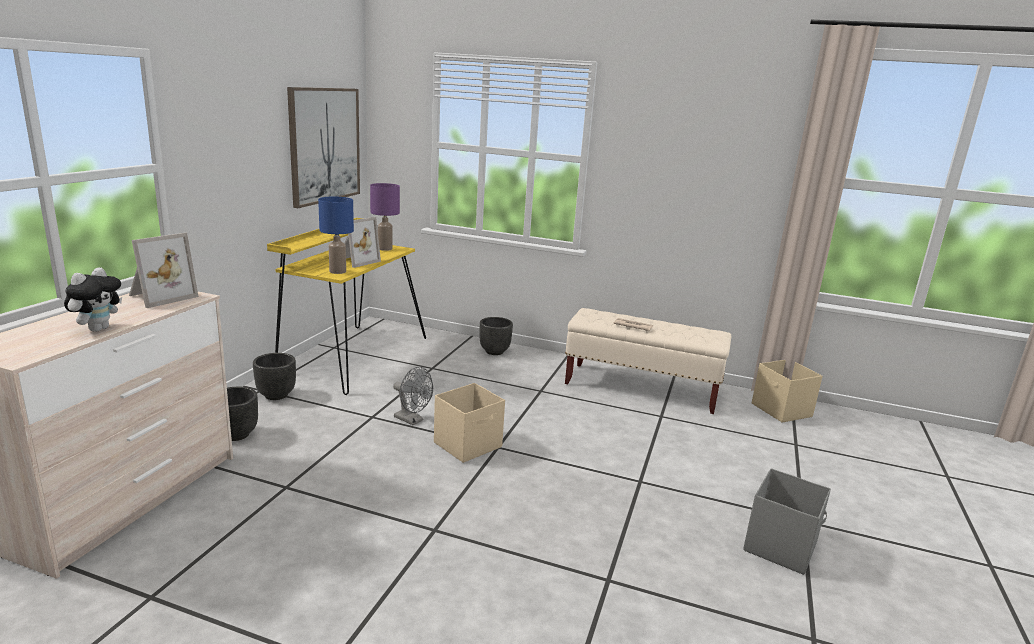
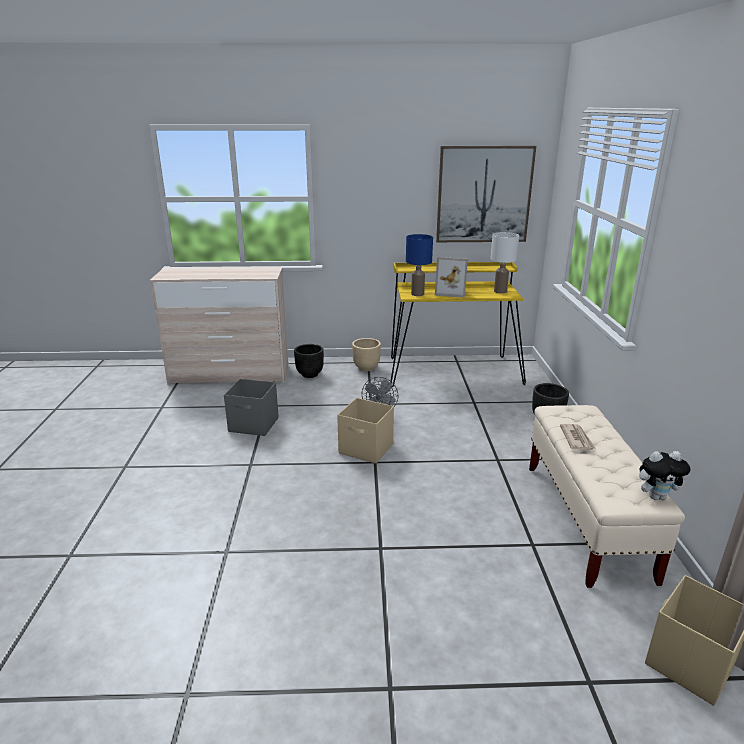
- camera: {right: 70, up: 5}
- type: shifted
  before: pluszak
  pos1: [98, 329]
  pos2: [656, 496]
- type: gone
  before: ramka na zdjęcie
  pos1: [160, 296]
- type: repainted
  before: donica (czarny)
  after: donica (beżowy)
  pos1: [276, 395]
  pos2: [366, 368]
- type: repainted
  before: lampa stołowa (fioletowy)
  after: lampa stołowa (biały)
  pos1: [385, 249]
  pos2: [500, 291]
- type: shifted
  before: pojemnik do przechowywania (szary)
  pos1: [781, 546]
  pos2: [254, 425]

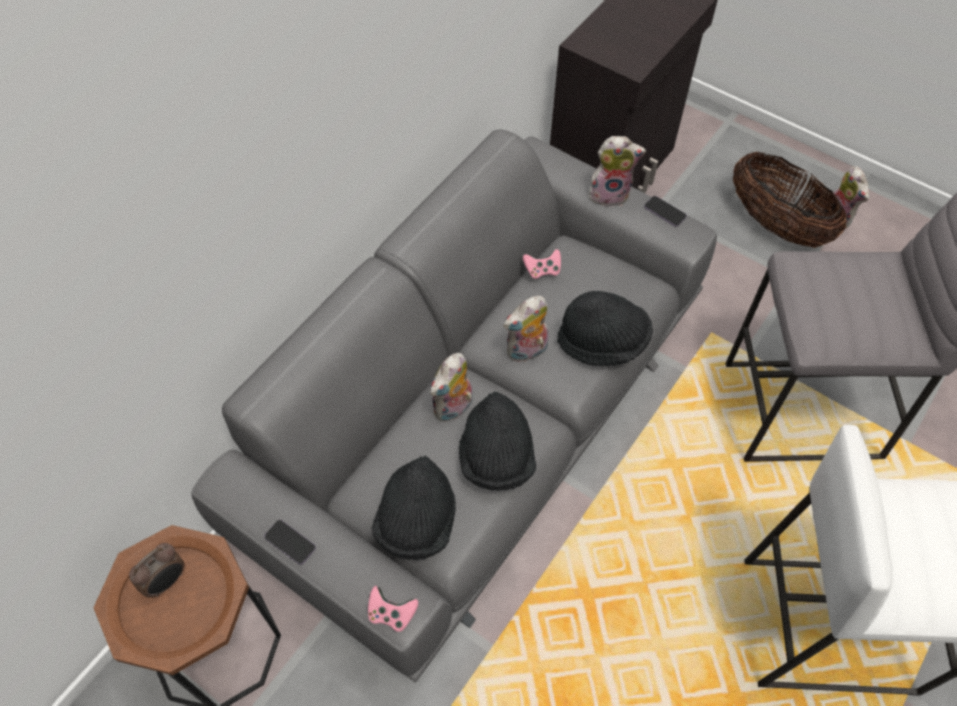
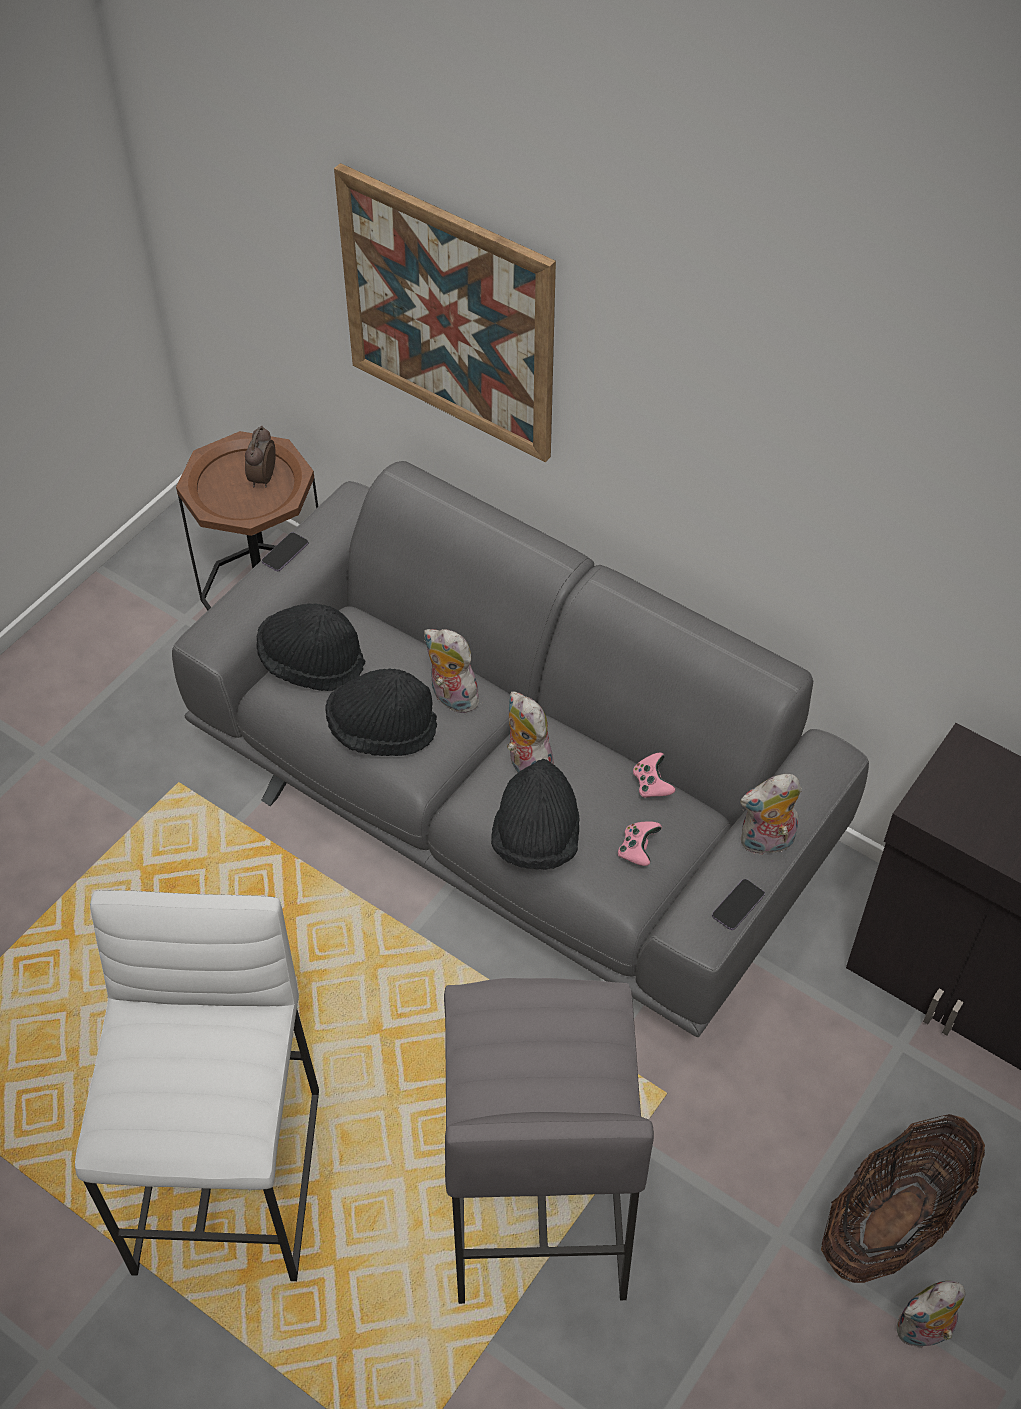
- camera: {right: 90, up: -5}
- type: rotated
  before: budzik
  pos1: [167, 581]
  pos2: [262, 478]
  turn: 60
- type: shifted
  before: pad do gier (różowy)
  pos1: [391, 613]
  pos2: [638, 849]
- type: rotated
  before: pluszak
  pos1: [610, 193]
  pos2: [766, 843]
  turn: 75
- type: new
  after: obraz
  pos2: [448, 314]

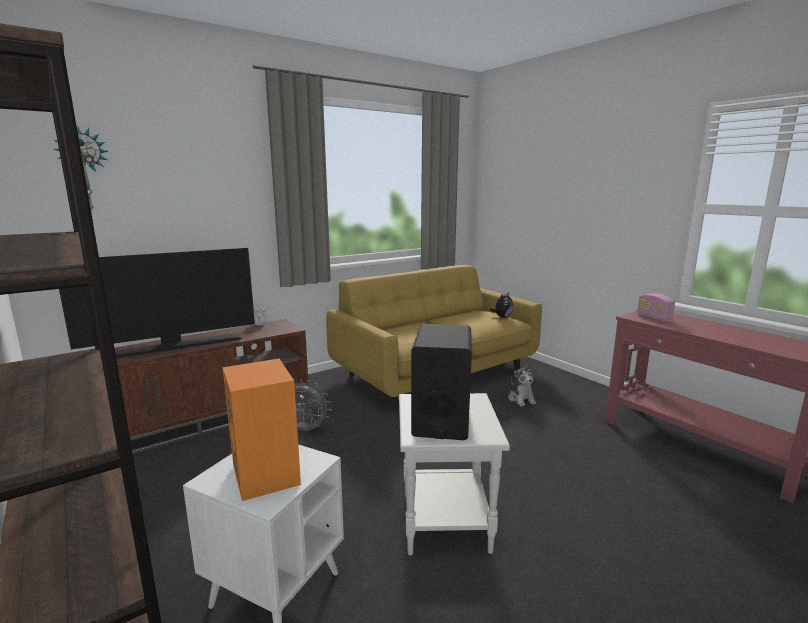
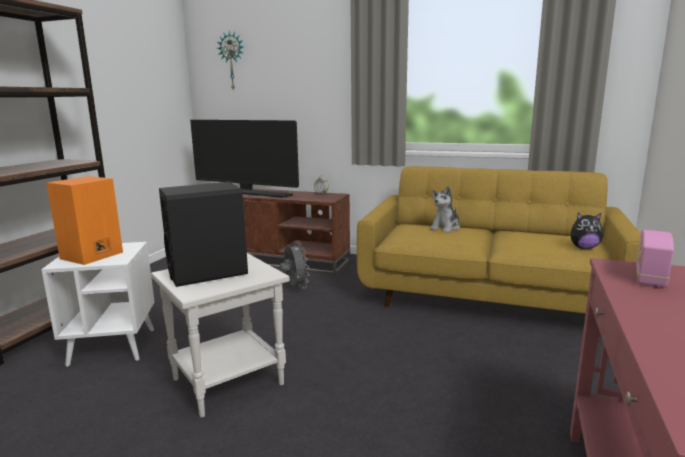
- camera: {right: 55, up: 0}
- type: shifted
  before: pluszak
  pos1: [521, 399]
  pos2: [445, 228]

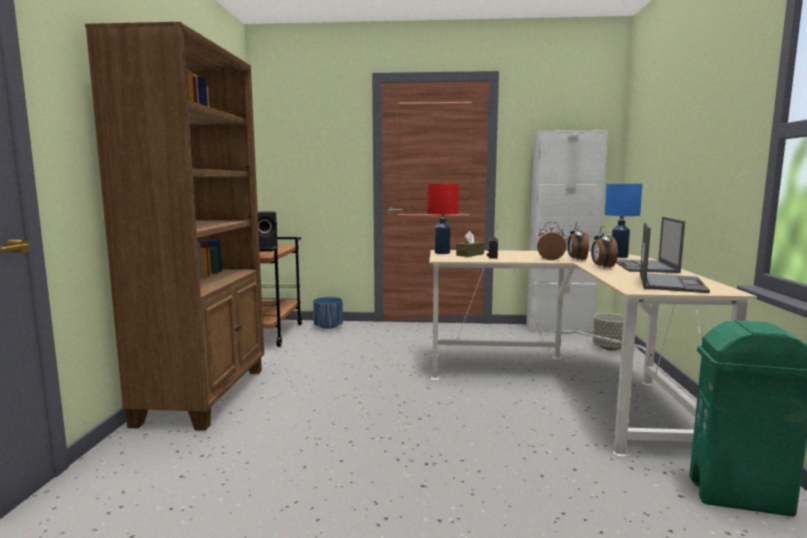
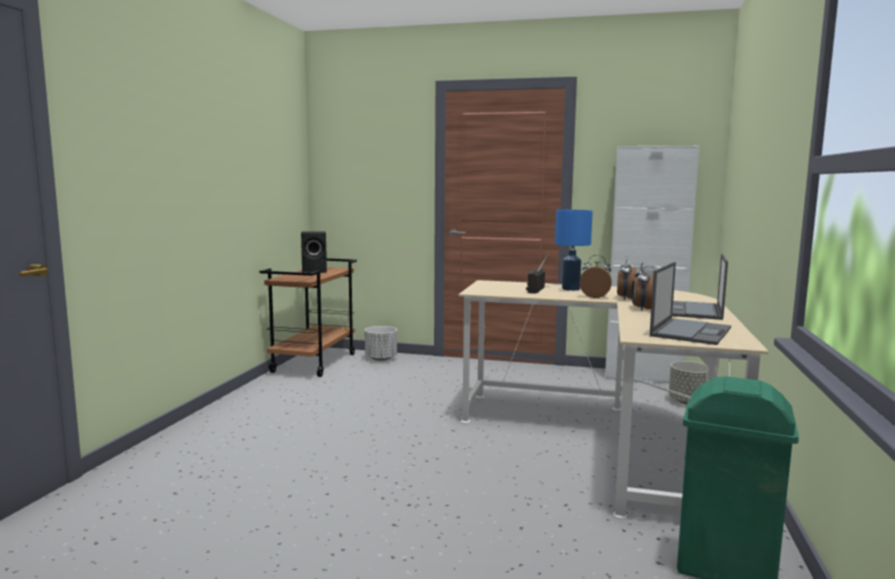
- camera: {right: 10, up: 0}
- type: gone
  before: regał (brązowy)
  pos1: [205, 395]
- type: repainted
  before: donica (niebieski)
  after: donica (biały)
  pos1: [328, 327]
  pos2: [381, 359]
- type: gone
  before: lampa stołowa (czerwony)
  pos1: [441, 253]
- type: gone
  before: pudełko chusteczek (brązowy)
  pos1: [470, 254]
- type: shifted
  before: lampa stołowa (niebieski)
  pos1: [618, 256]
  pos2: [570, 289]

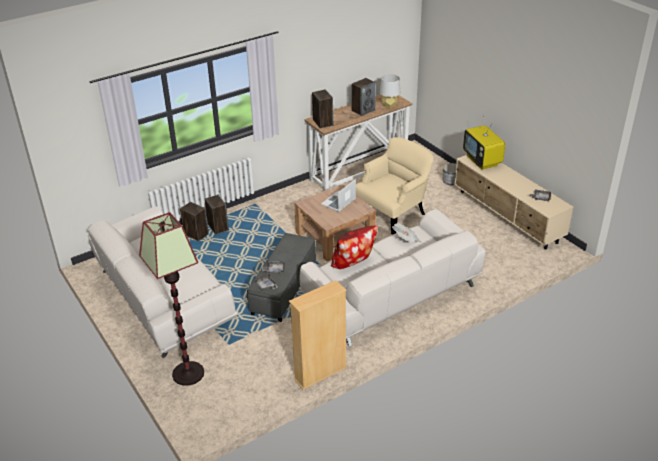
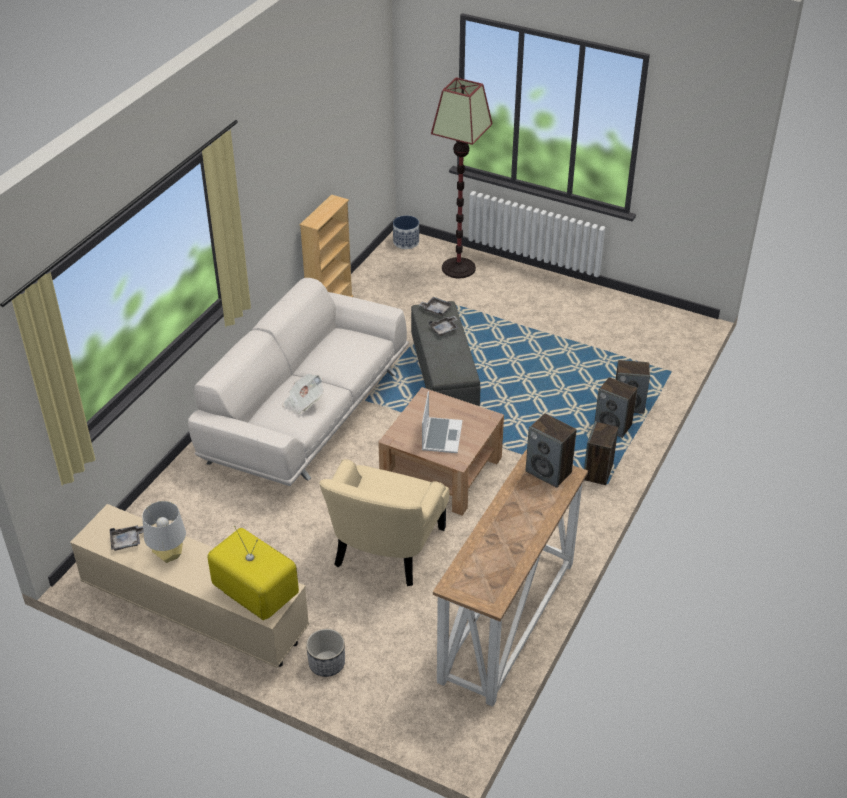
- camera: {right: 150, up: 5}
- type: gone
  before: kanapa (biały)
  pos1: [163, 298]
- type: gone
  before: poduszka
  pos1: [354, 262]
- type: shifted
  before: głośnik
  pos1: [363, 110]
  pos2: [598, 472]
- type: shifted
  before: lampa stołowa (szary)
  pos1: [389, 106]
  pos2: [169, 555]
- type: new
  after: donica
  pos2: [406, 242]

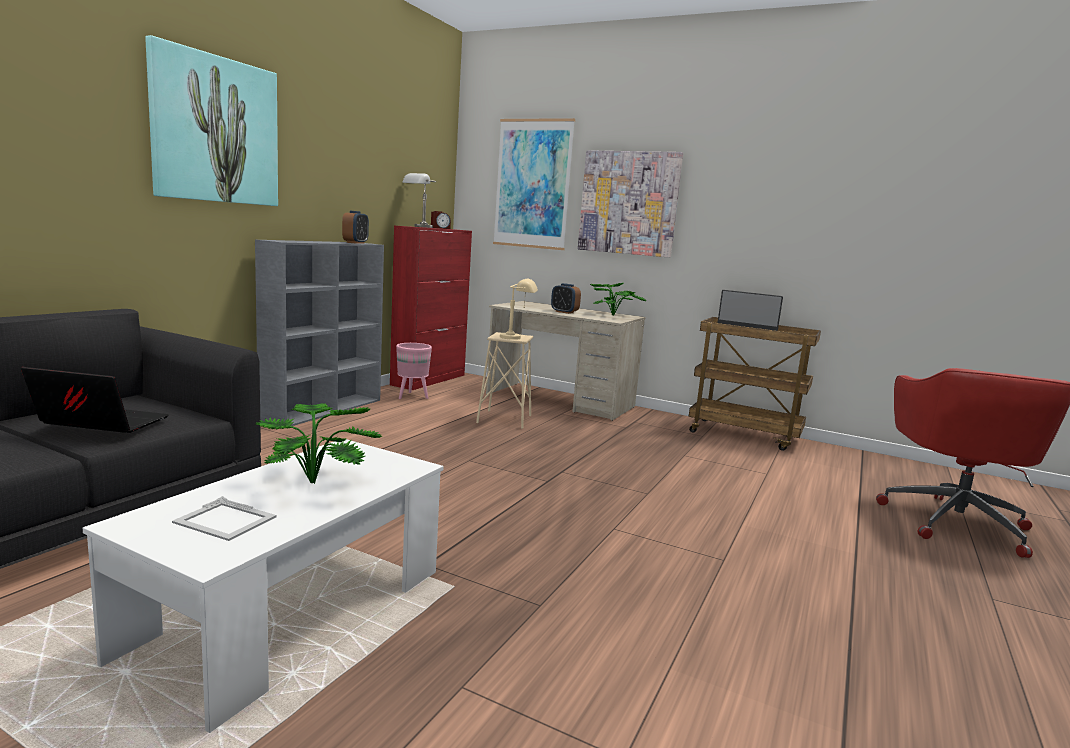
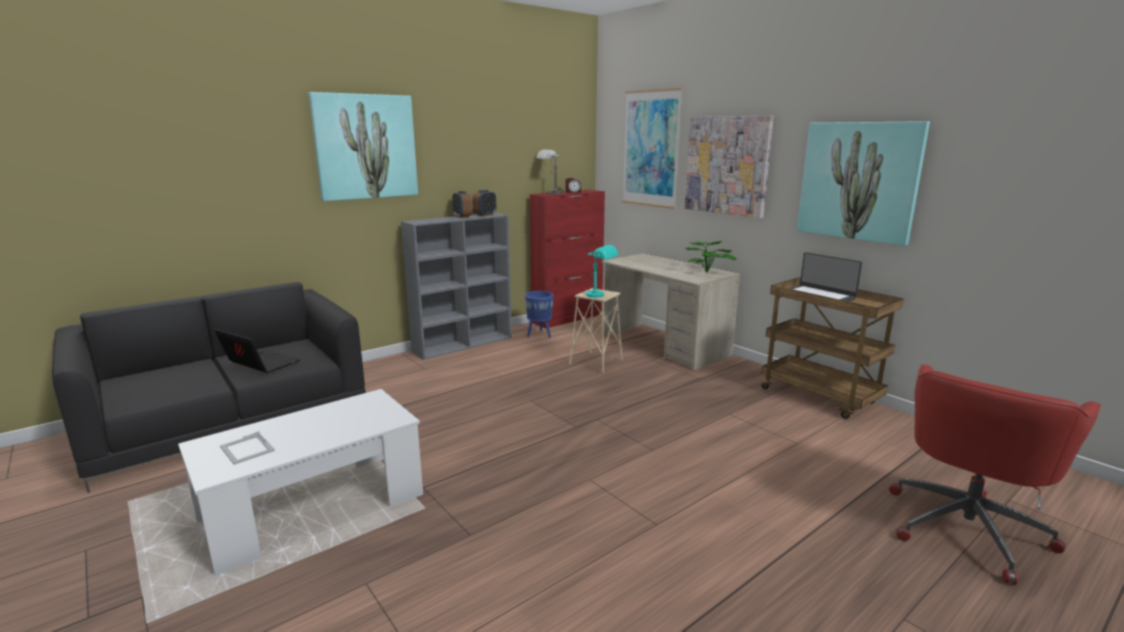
- camera: {right: 25, up: 5}
- type: gone
  before: roślina doniczkowa
  pos1: [320, 481]
- type: repainted
  before: donica (różowy)
  after: donica (niebieski)
  pos1: [412, 396]
  pos2: [540, 335]
- type: repainted
  before: lampa stołowa (beżowy)
  after: lampa stołowa (turkusowy)
  pos1: [517, 338]
  pos2: [600, 296]
- type: shifted
  before: budzik
  pos1: [564, 312]
  pos2: [462, 216]
- type: new
  after: obraz
  pos2: [859, 181]

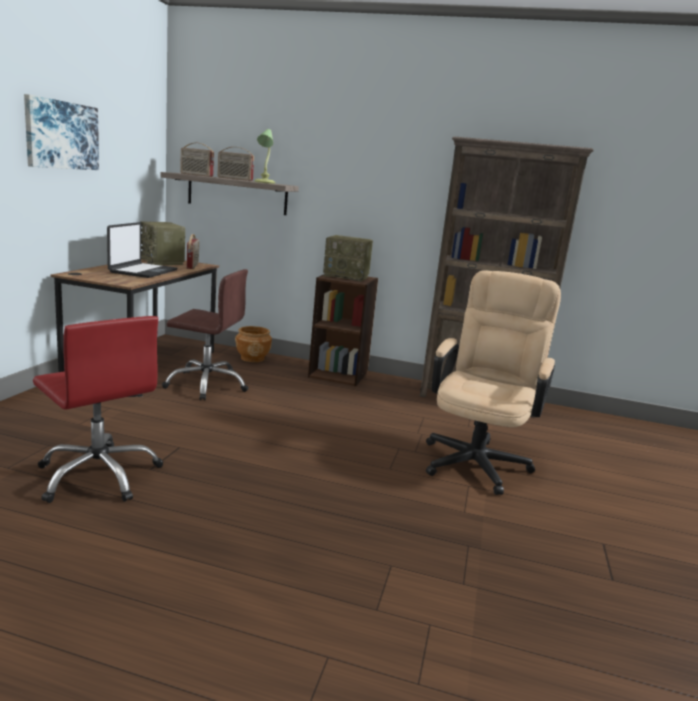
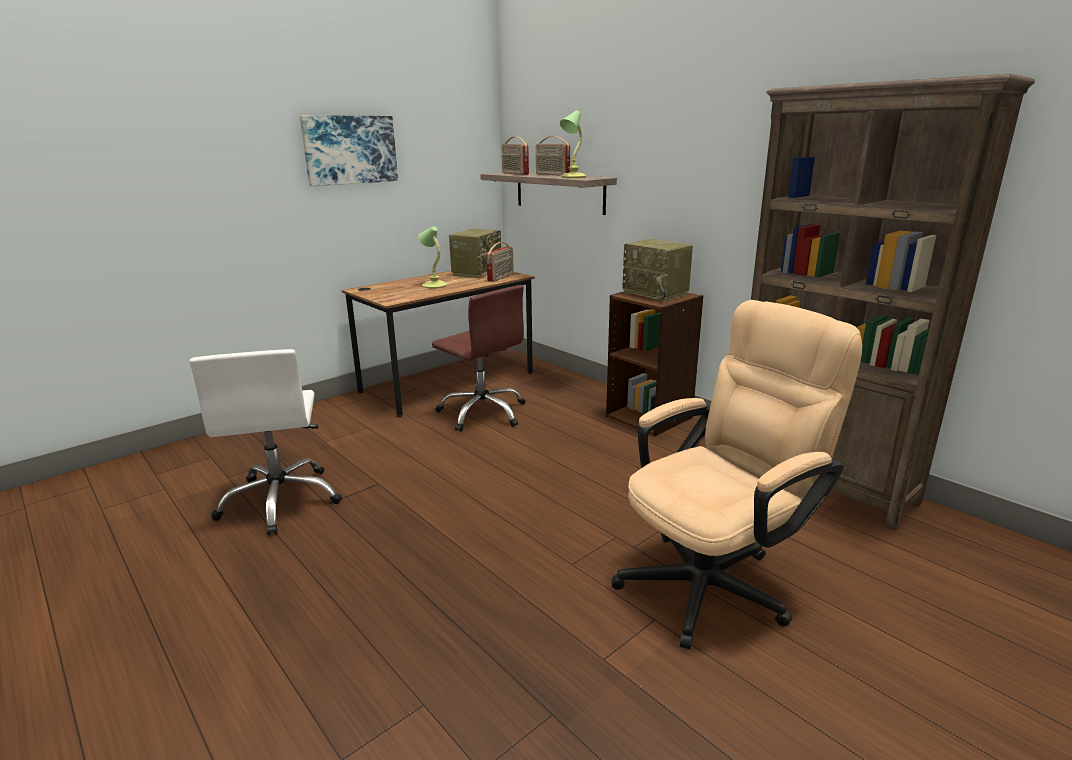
- camera: {right: 35, up: 5}
- type: repainted
  before: krzesło biurowe (czerwony)
  after: krzesło biurowe (biały)
  pos1: [99, 475]
  pos2: [281, 500]
- type: swapped
  before: laptop
  after: lampa stołowa
  pos1: [143, 271]
  pos2: [434, 285]
- type: rotated
  before: radio
  pos1: [162, 262]
  pos2: [477, 272]
  turn: -150
- type: gone
  before: donica (brązowy)
  pos1: [252, 358]

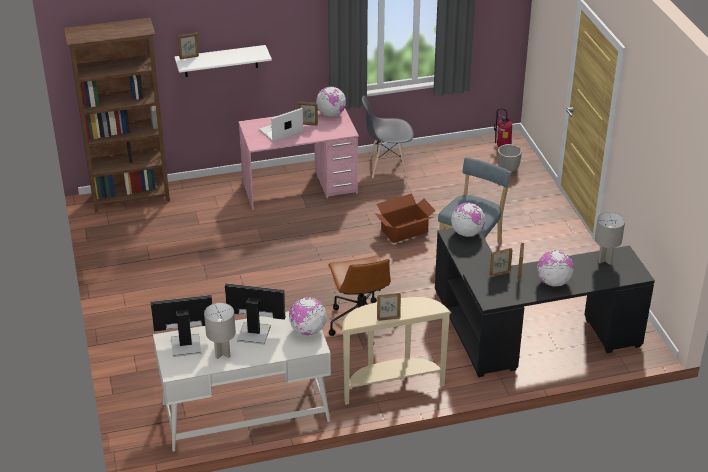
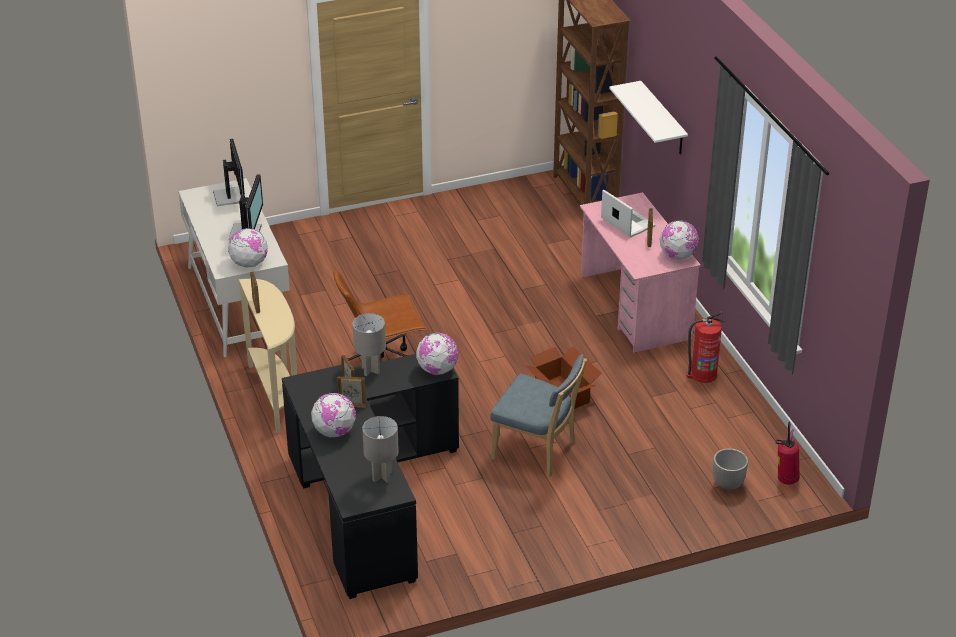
- camera: {right: 85, up: 0}
- type: gone
  before: ramka na zdjęcie
  pos1: [189, 57]
- type: shifted
  before: lampa stołowa (szary)
  pos1: [223, 353]
  pos2: [371, 370]
- type: swapped
  before: krzesło (szary)
  after: gaśnica
  pos1: [387, 166]
  pos2: [702, 374]

